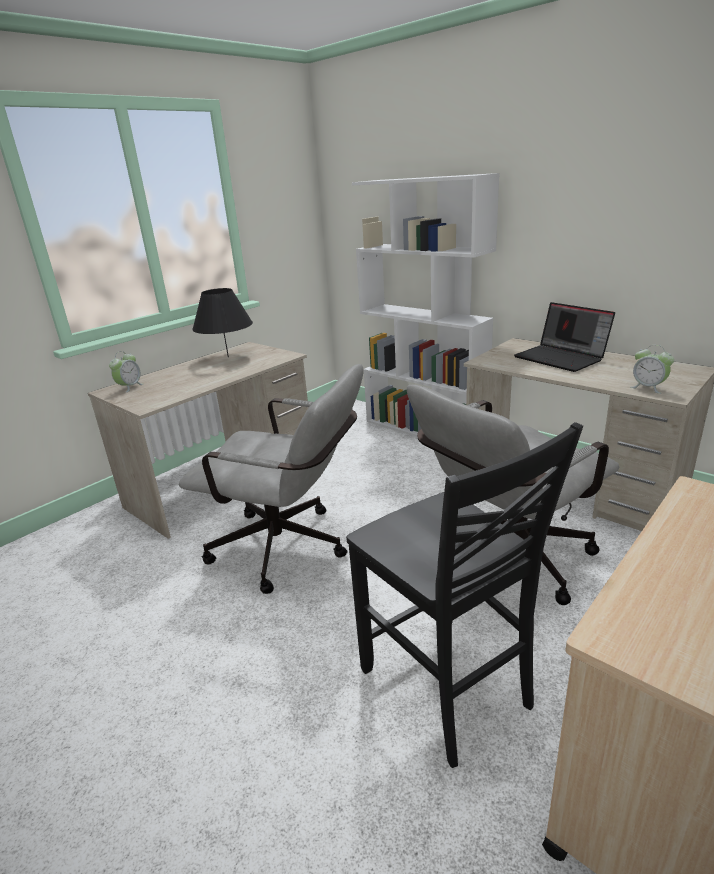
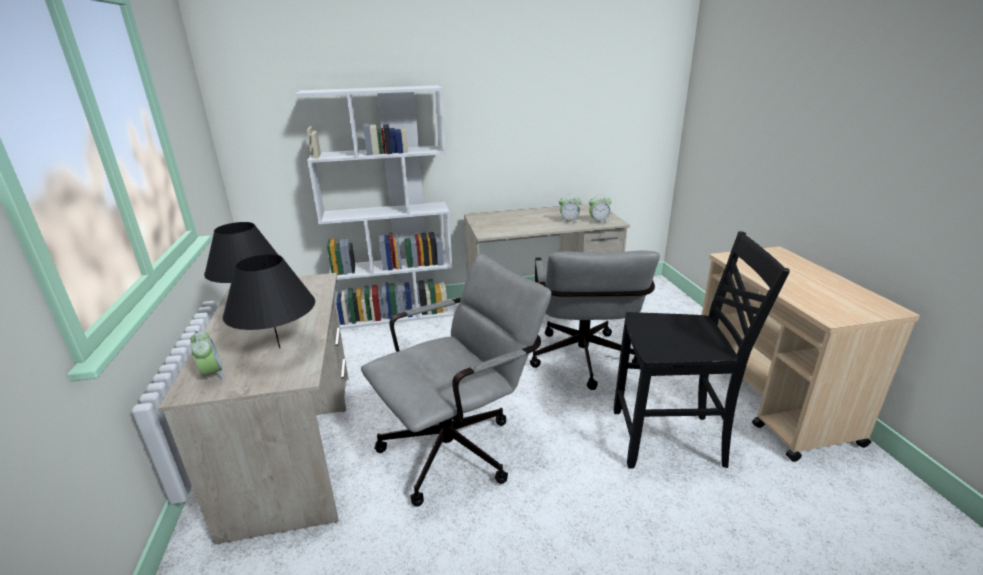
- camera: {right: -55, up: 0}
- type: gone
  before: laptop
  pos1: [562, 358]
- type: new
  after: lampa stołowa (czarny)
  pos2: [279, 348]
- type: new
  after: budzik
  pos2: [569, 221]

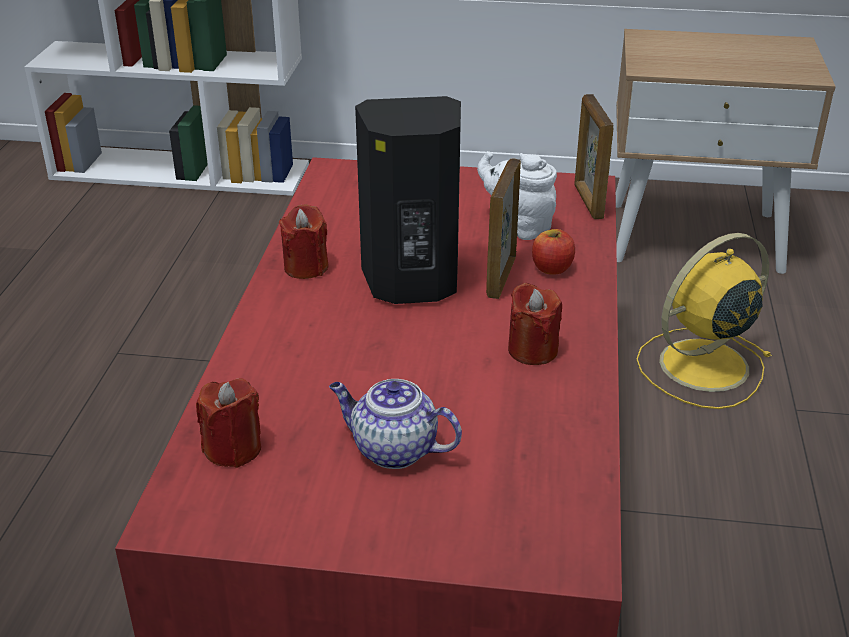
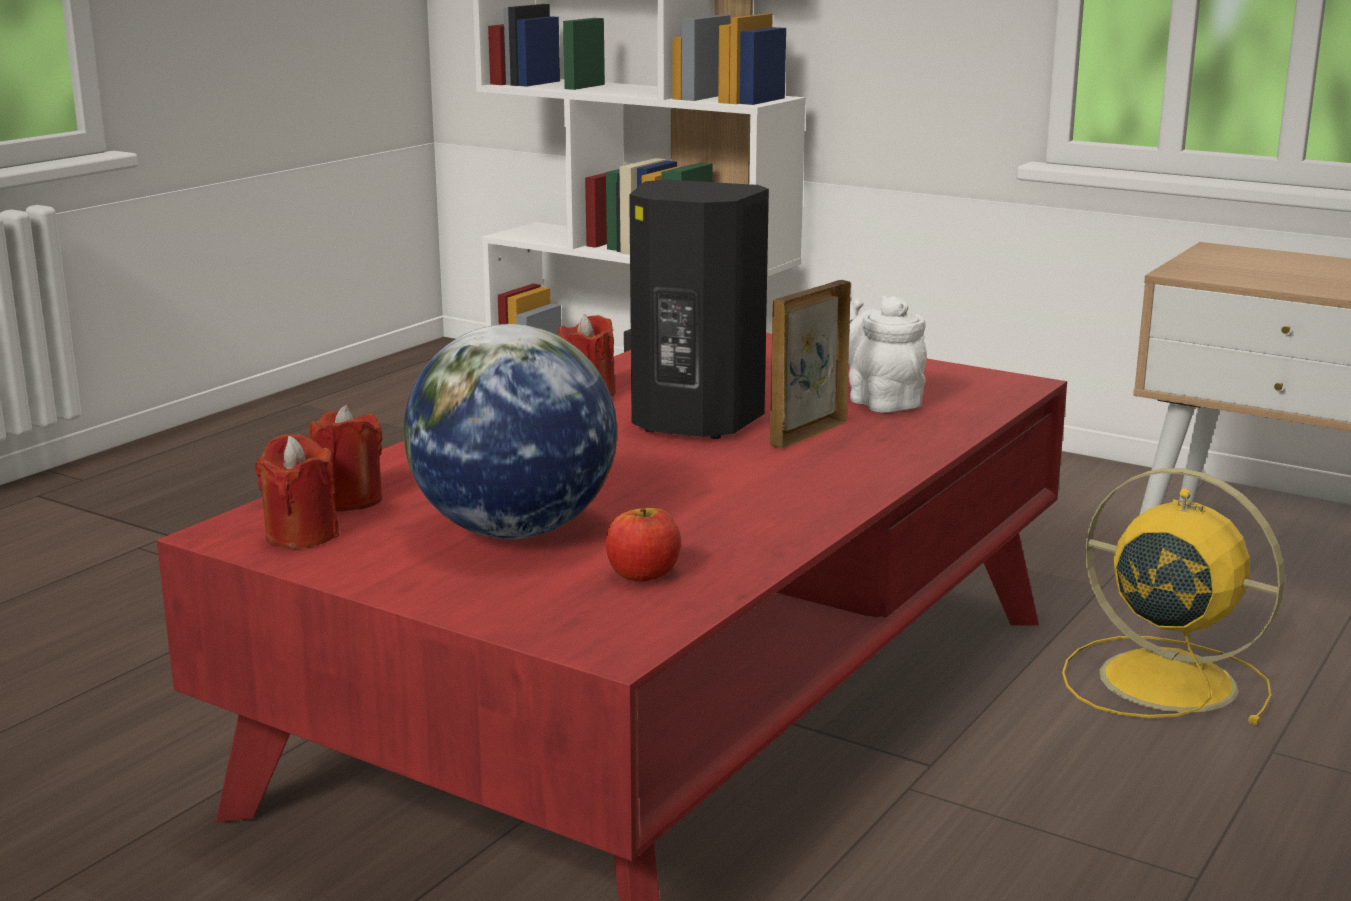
- camera: {right: 25, up: -15}
- type: swapped
  before: imbryk
  after: globus
  pos1: [392, 450]
  pos2: [513, 531]
- type: shifted
  before: świeca (czerwony)
  pos1: [532, 350]
  pos2: [301, 535]
- type: shifted
  before: jabłko
  pos1: [552, 268]
  pos2: [643, 574]
- type: gone
  before: ramka na zdjęcie
  pos1: [588, 202]
- type: rotated
  before: wentylator (żółty)
  pos1: [700, 366]
  pos2: [1161, 680]
  turn: 45

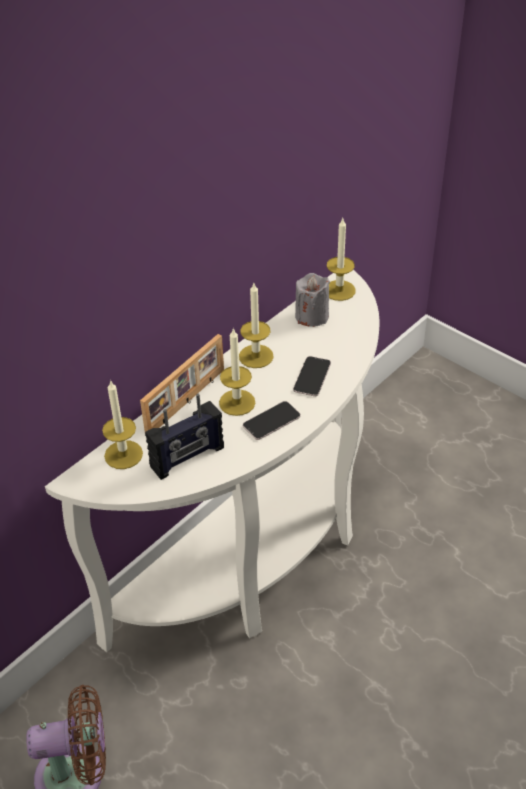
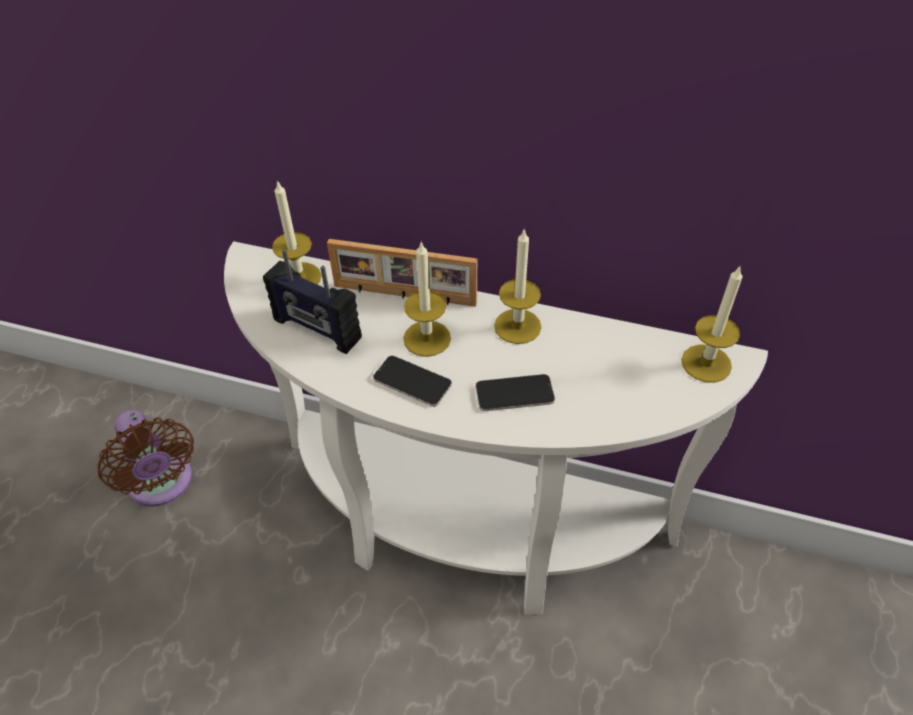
- camera: {right: 65, up: 5}
- type: gone
  before: świeca (szary)
  pos1: [312, 316]

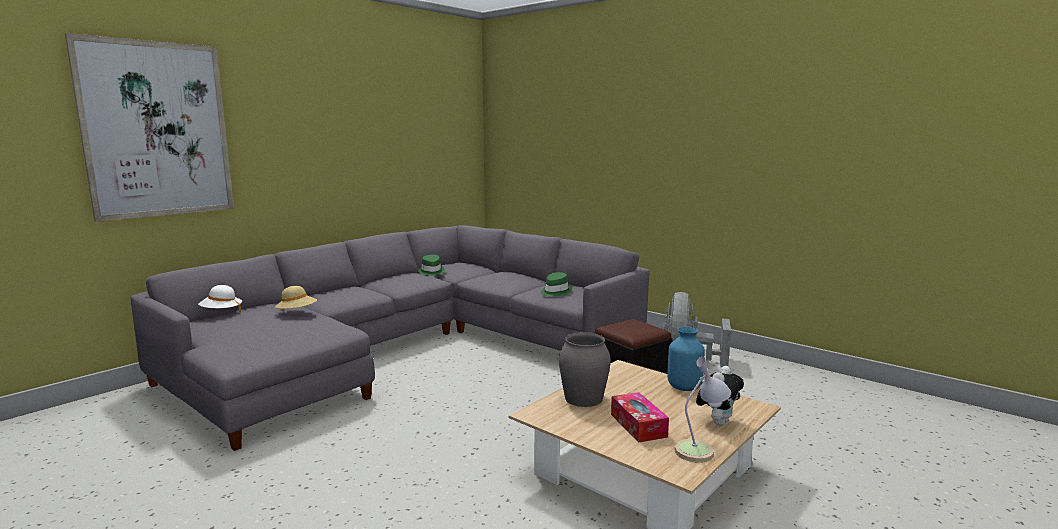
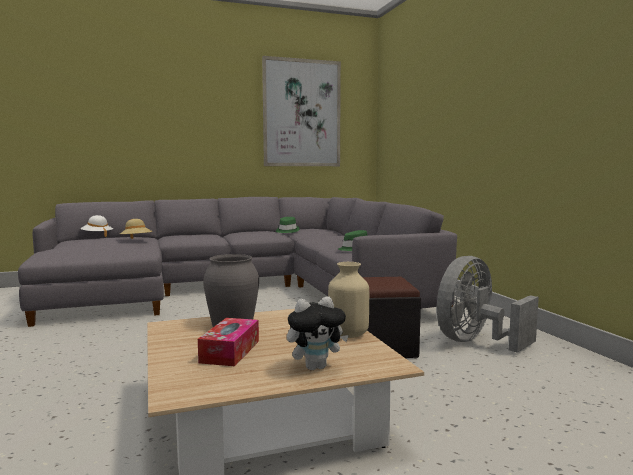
- camera: {right: 30, up: -5}
- type: shifted
  before: obraz
  pos1: [157, 130]
  pos2: [302, 113]
- type: repainted
  before: wazon (niebieski)
  after: wazon (beżowy)
  pos1: [685, 387]
  pos2: [348, 334]
- type: gone
  before: lampa stołowa
  pos1: [701, 450]

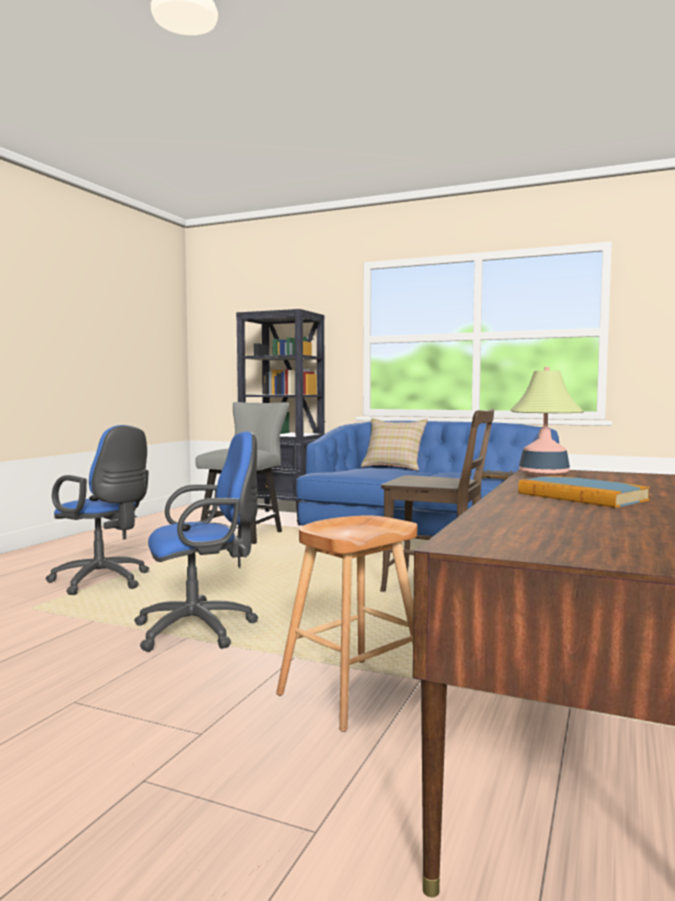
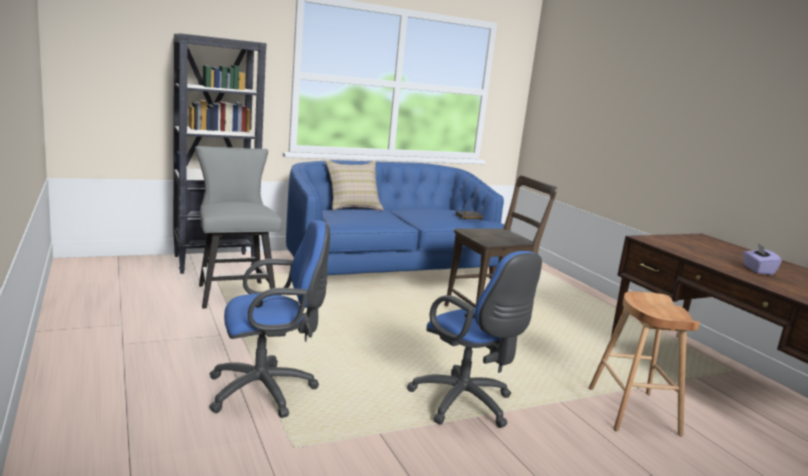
- camera: {right: -50, up: 10}
- type: rotated
  before: krzesło biurowe (niebieski)
  pos1: [202, 629]
  pos2: [466, 404]
  turn: 120
- type: gone
  before: lampa stołowa
  pos1: [543, 474]
- type: swapped
  before: książka
  after: pudełko chusteczek (fioletowy)
  pos1: [581, 497]
  pos2: [757, 270]

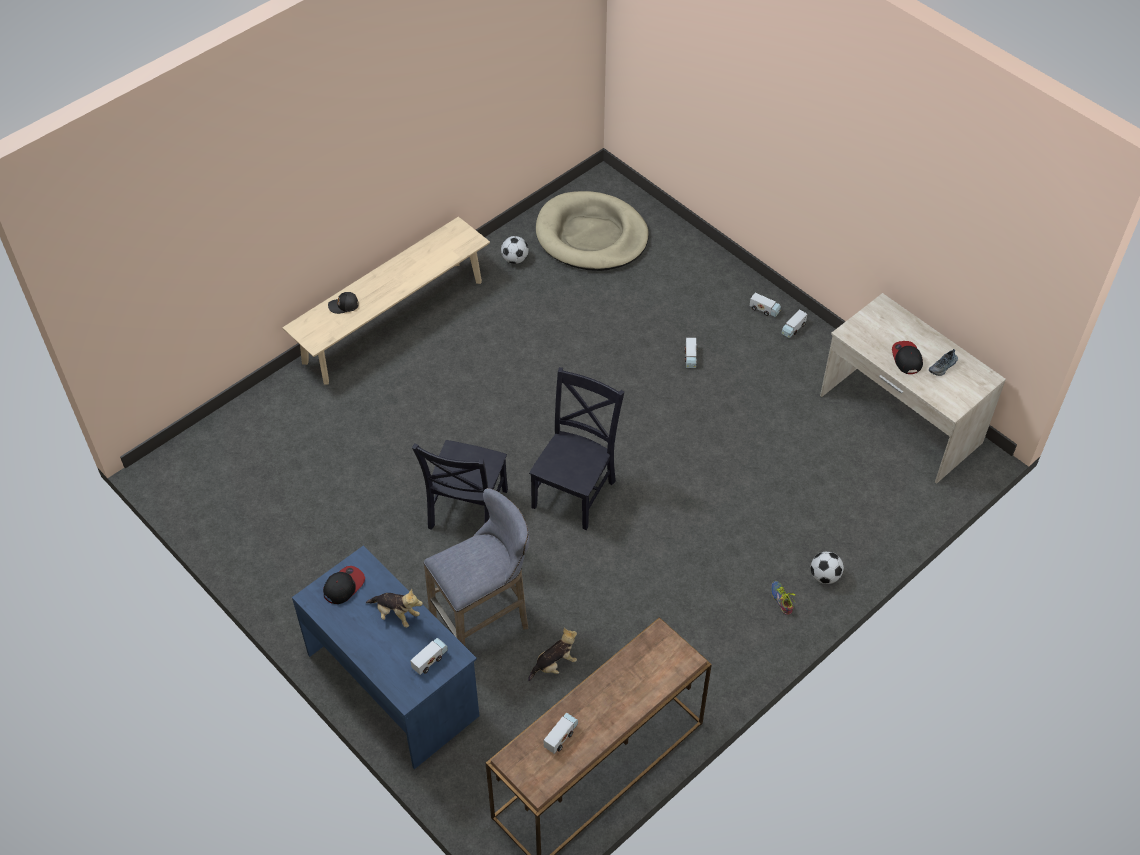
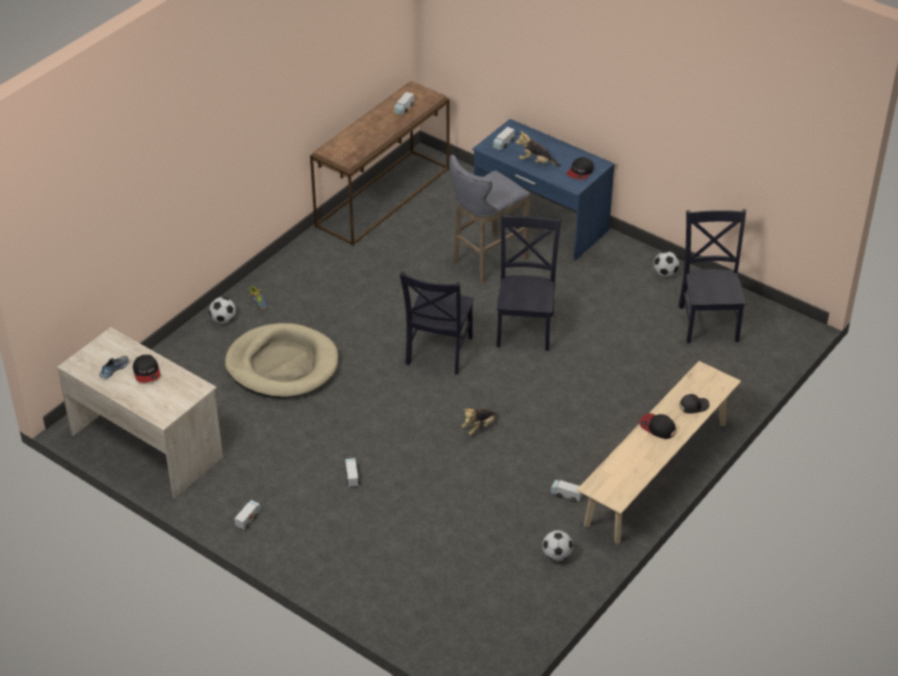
- camera: {right: 170, up: -10}
- type: shifted
  before: pluszak
  pos1: [555, 664]
  pos2: [479, 427]
- type: shifted
  before: legowisko (beżowy)
  pos1: [591, 236]
  pos2: [282, 365]
- type: shifted
  before: ciężarówka zabawkowa
  pos1: [764, 310]
  pos2: [566, 495]
- type: new
  after: czapka z daszkiem
  pos2: [657, 427]
- type: new
  after: piłka futbolowa
  pos2: [665, 273]
- type: new
  after: krzesło (czarny)
  pos2: [708, 321]

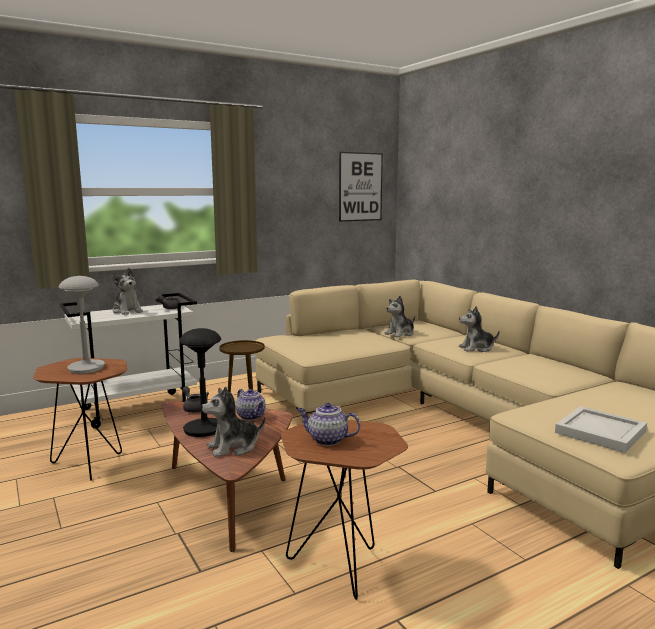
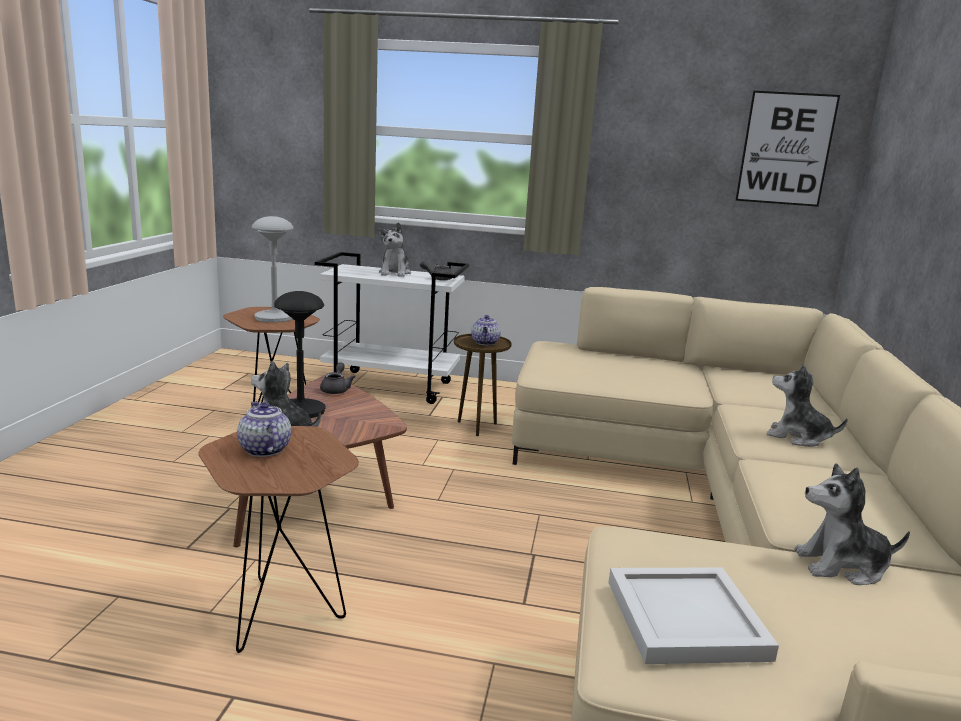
- camera: {right: 40, up: 5}
- type: shifted
  before: imbryk
  pos1: [251, 416]
  pos2: [485, 343]
- type: shifted
  before: pluszak
  pos1: [400, 334]
  pos2: [842, 566]

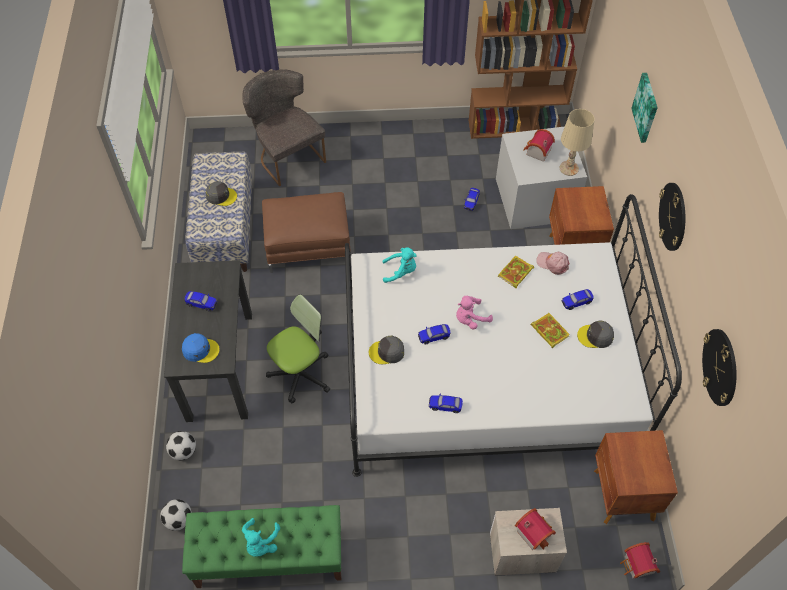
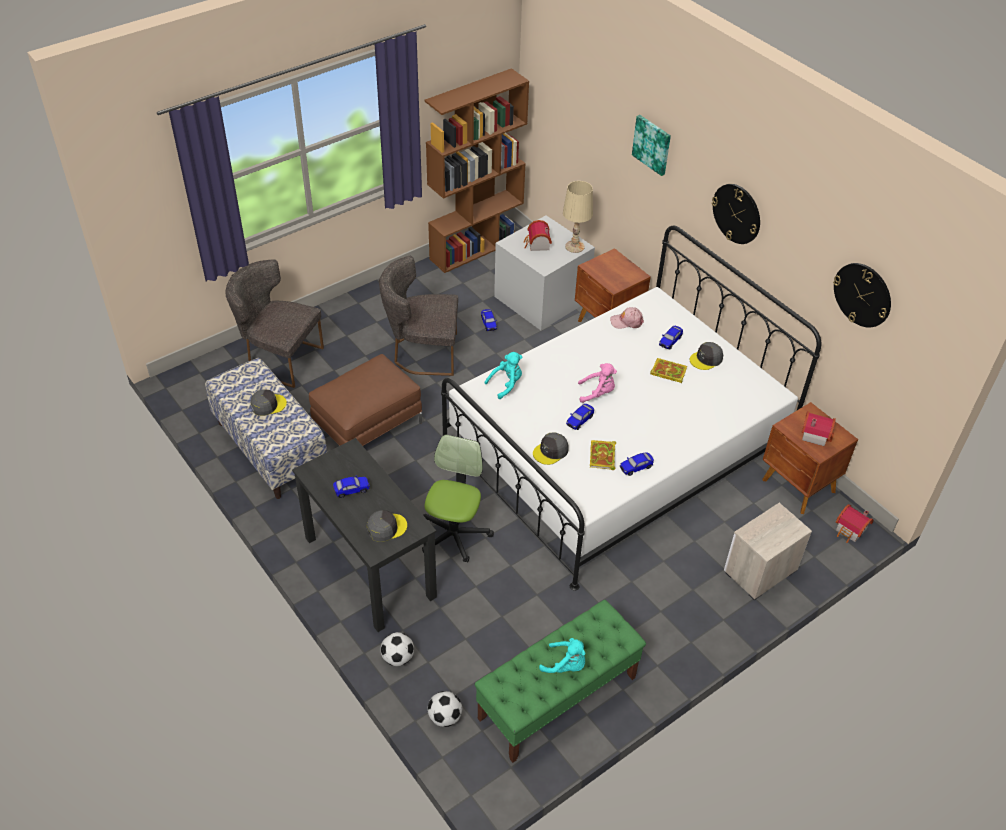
- camera: {right: -35, up: -10}
- type: repainted
  before: czapka z daszkiem (niebieski)
  after: czapka z daszkiem (szary)
  pos1: [200, 350]
  pos2: [386, 527]
- type: rotated
  before: pluszak (turkusowy)
  pos1: [261, 543]
  pos2: [566, 665]
  turn: -45
- type: rotated
  before: pluszak (różowy)
  pos1: [470, 319]
  pos2: [597, 393]
  turn: -120
- type: shifted
  before: książka
  pos1: [515, 273]
  pos2: [603, 457]
- type: shifted
  before: domek
  pos1: [534, 531]
  pos2: [814, 434]
- type: new
  after: krzesło (szary)
  pos2: [422, 353]

